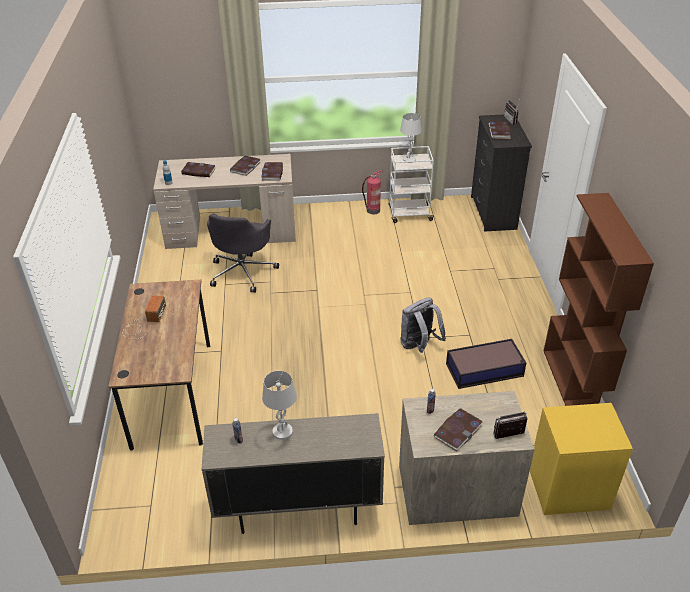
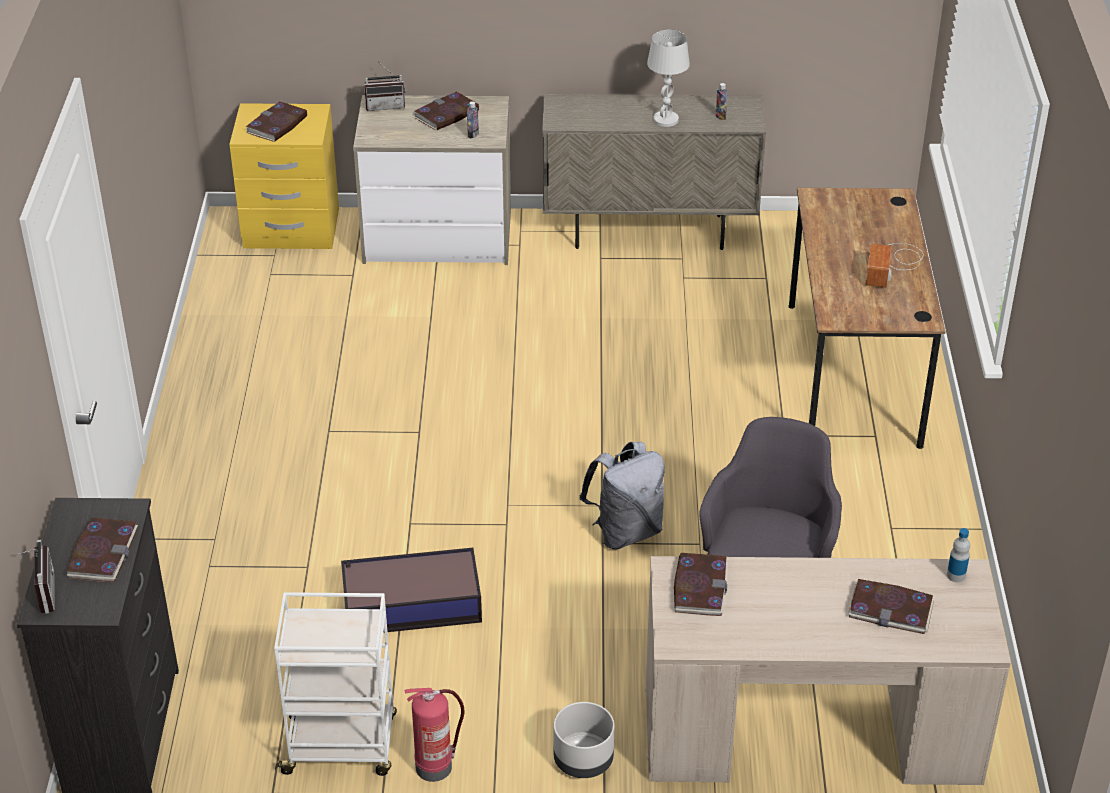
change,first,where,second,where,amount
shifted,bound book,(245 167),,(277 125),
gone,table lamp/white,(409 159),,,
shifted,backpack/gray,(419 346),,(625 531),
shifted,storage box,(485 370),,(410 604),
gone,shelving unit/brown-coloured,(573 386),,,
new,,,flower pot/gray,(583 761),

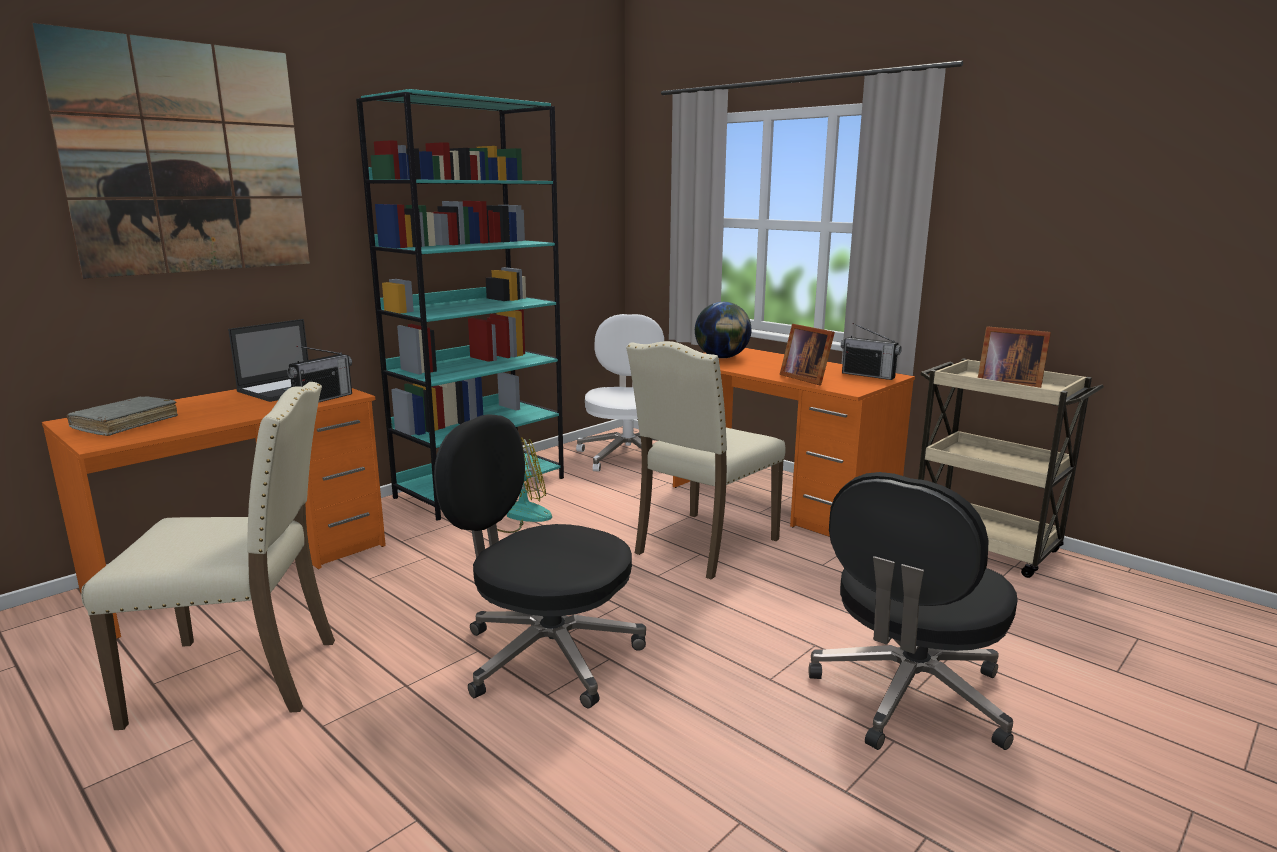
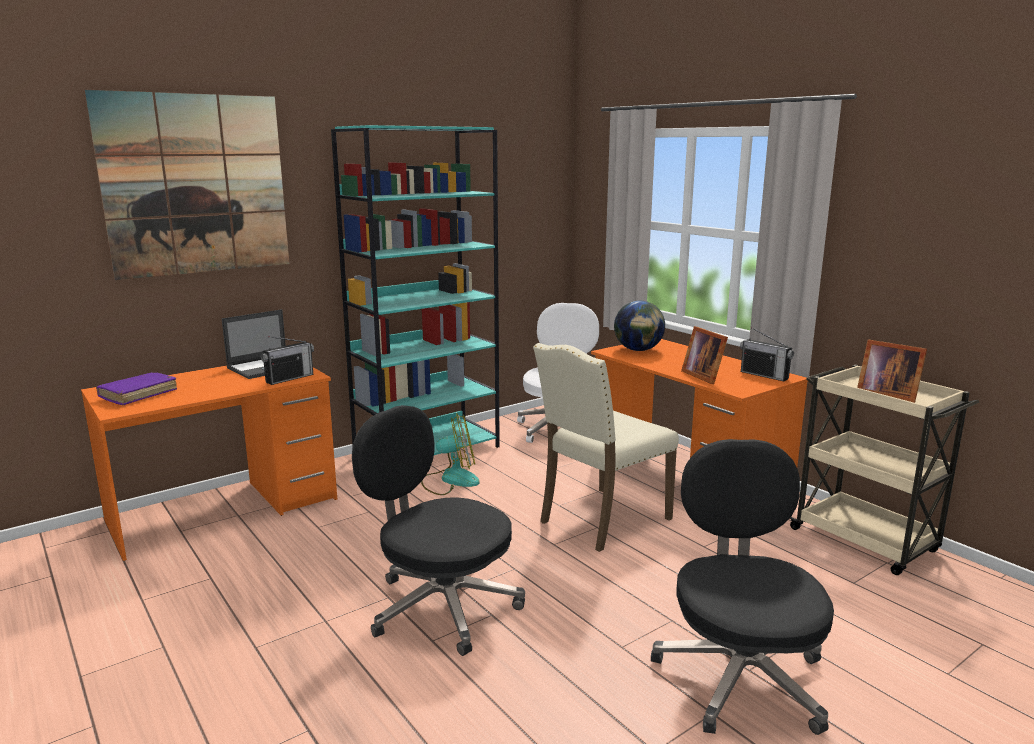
change,first,where,second,where,amount
repainted,bound book/gray,(126 424),bound book/purple-coloured,(138 395),
gone,plain chair/beige-coloured,(242 677),,,
rotated,desk chair/black-coloured,(909 696),,(740 675),135 degrees clockwise

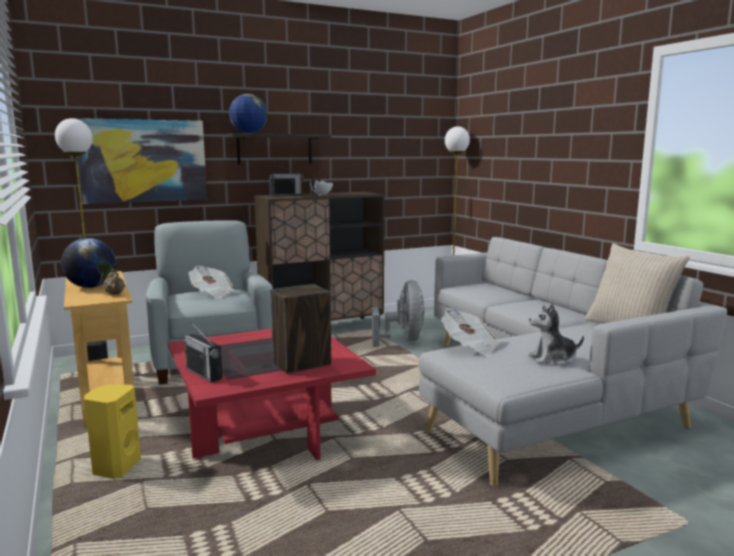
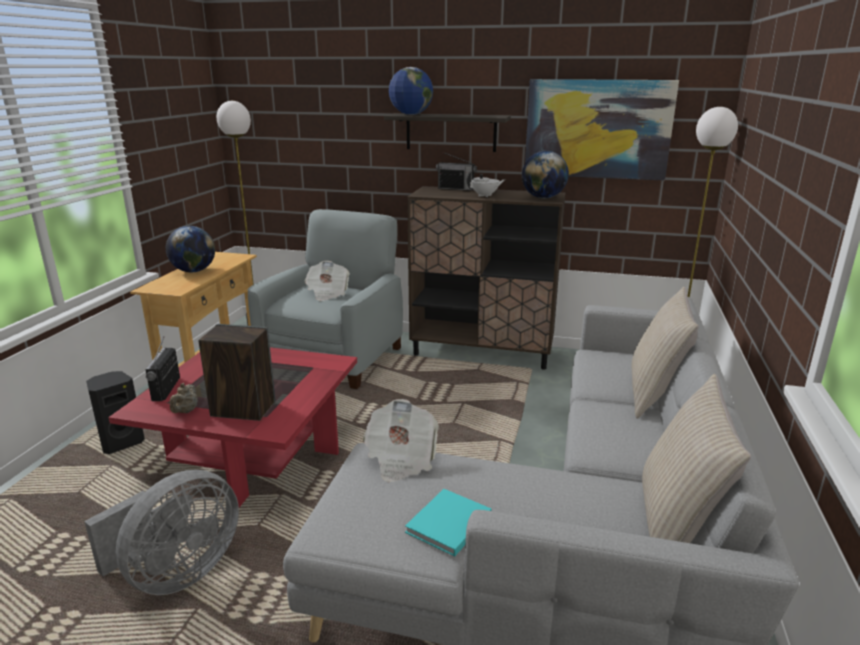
change,first,where,second,where,amount
shifted,wall art,(142 161),,(597 129),
repainted,loudspeaker/yellow,(115 467),loudspeaker/black-coloured,(121 442),
shifted,teapot/beige-coloured,(115 294),,(185 411),
shifted,fan/gray,(403 340),,(177 574),
swapped,cuddly toy,(553 359),bound book/turquoise-coloured,(447 525),
new,,,desk globe,(543 198),
new,,,throw pillow/beige-coloured,(654 394),

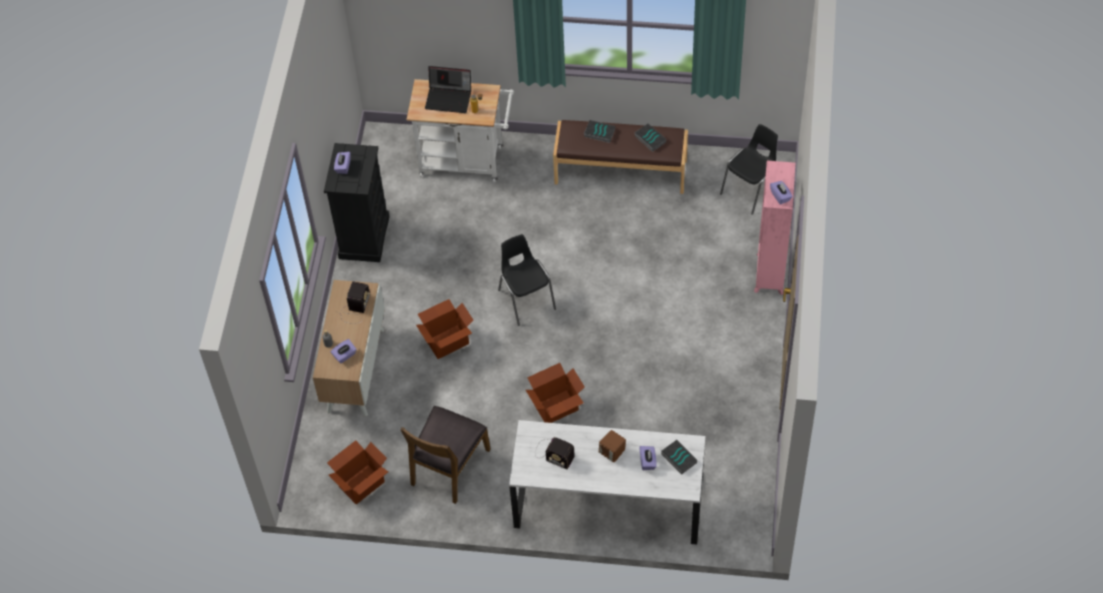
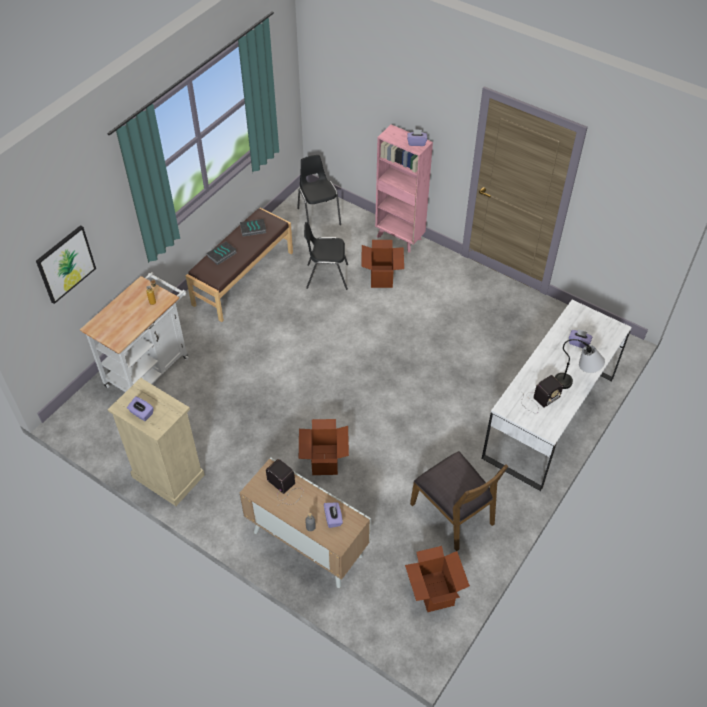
change,first,where,second,where,amount
repainted,chest of drawers/black-coloured,(364 237),chest of drawers/beige-coloured,(167 476),
gone,portable computer,(449 98),,,
shifted,plain chair/black-coloured,(526 299),,(326 276),
shifted,packing box,(556 408),,(382 276),
gone,loudspeaker/brown-coloured,(612 452),,,
gone,bound book,(678 458),,,
new,,,wall art,(65 264),
new,,,table lamp,(575 383),

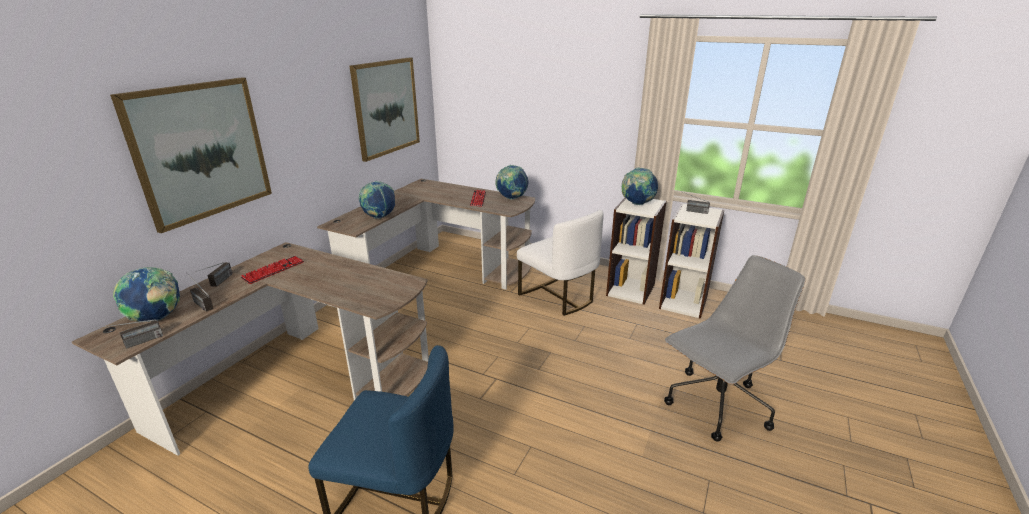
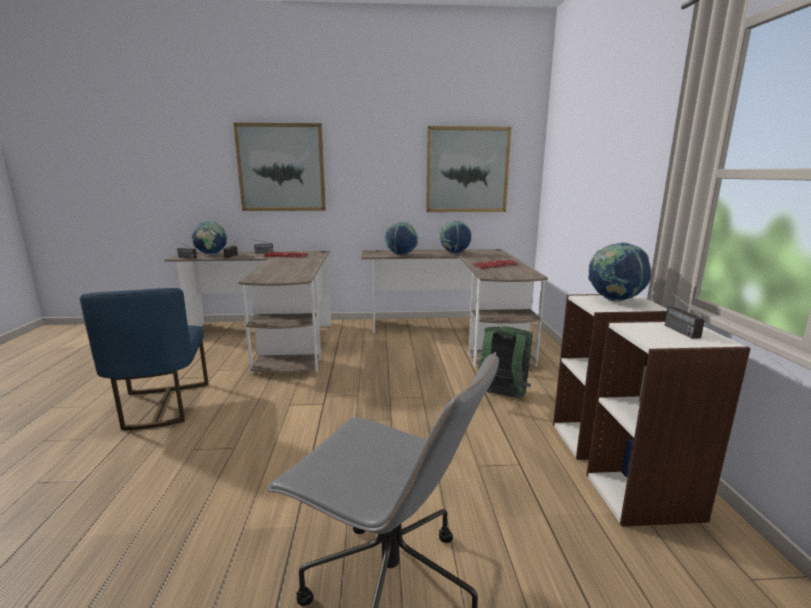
change,first,where,second,where,amount
shifted,desk globe,(511 198),,(454 253),
swapped,plain chair/white,(558 297),backpack/green,(502 396),

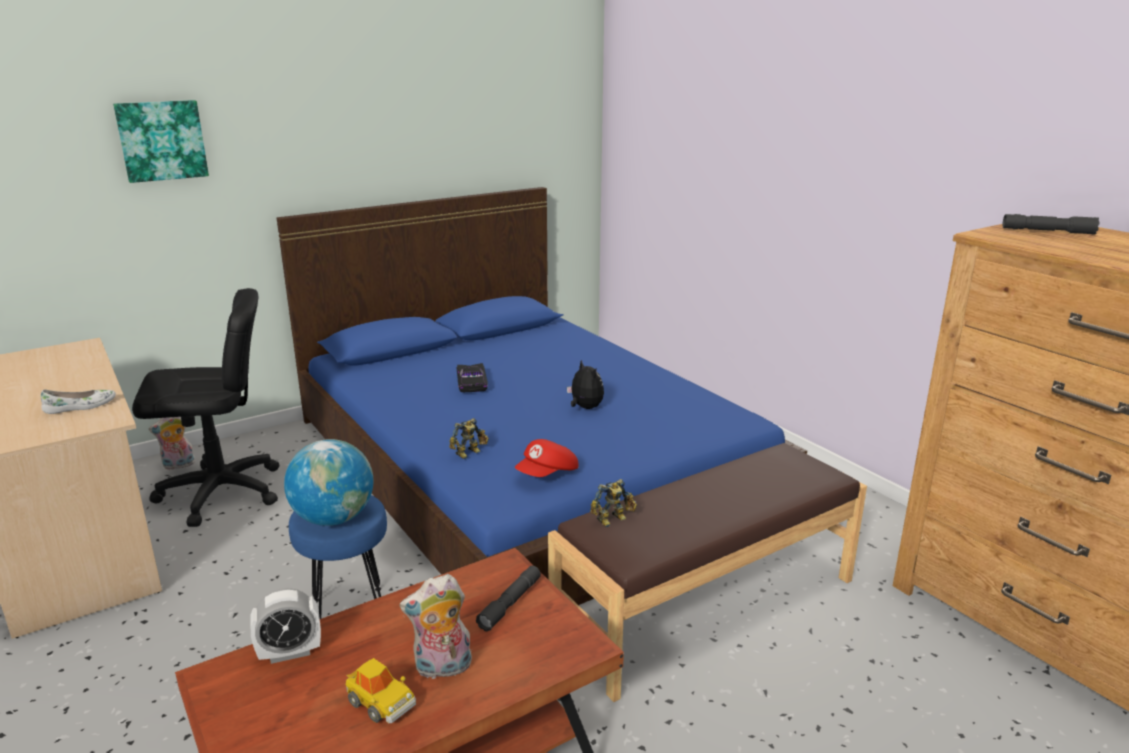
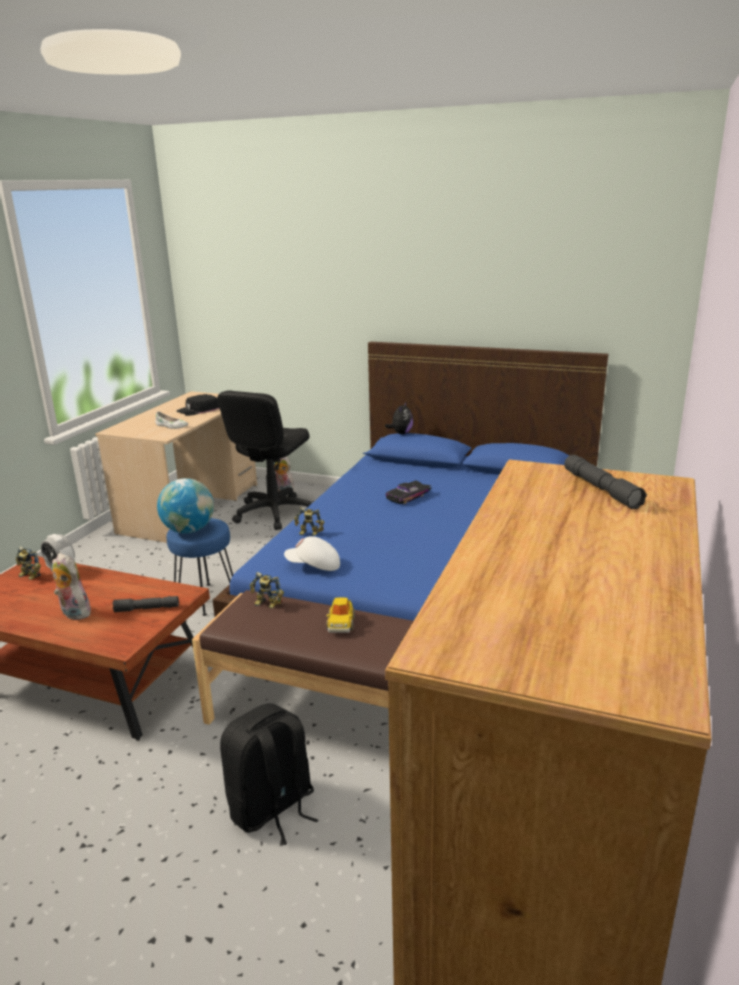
change,first,where,second,where,amount
gone,wall art,(162 140),,,
rotated,desk chair/black-coloured,(221 493),,(273 513),75 degrees clockwise
shifted,model car,(380 702),,(341 624),
repainted,cap/red-coloured,(547 474),cap/white,(313 566),
shifted,cuddly toy,(585 408),,(401 433),
new,,,robot figure,(29 576),
new,,,cap/black-coloured,(198 409),
new,,,backpack/black-coloured,(272 809),

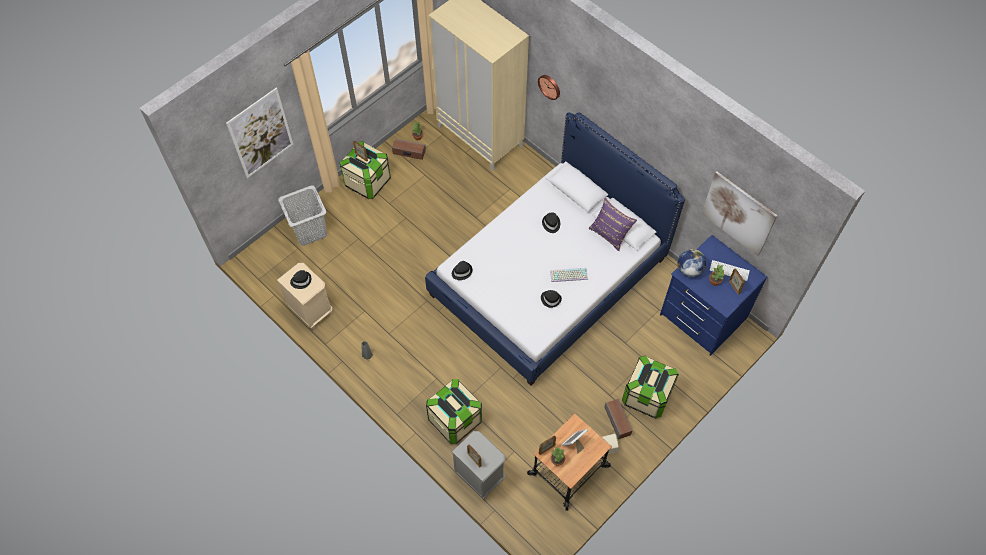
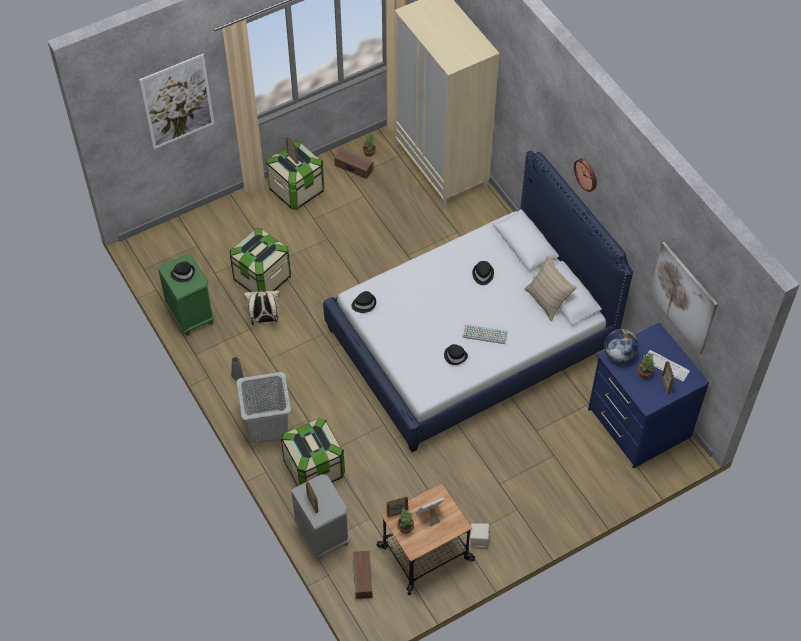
change,first,where,second,where,amount
repainted,night table/beige-coloured,(311 310),night table/green,(191 315),
shifted,washing basket/gray,(310 231),,(268 426),
shifted,wall clock,(550 86),,(586 174),
repainted,throw pillow/purple-coloured,(610 233),throw pillow/beige-coloured,(548 299),
shifted,loudspeaker,(617 421),,(363 578),
shifted,storage box,(646 395),,(262 278),
new,,,backpack/beige-coloured,(265 319),

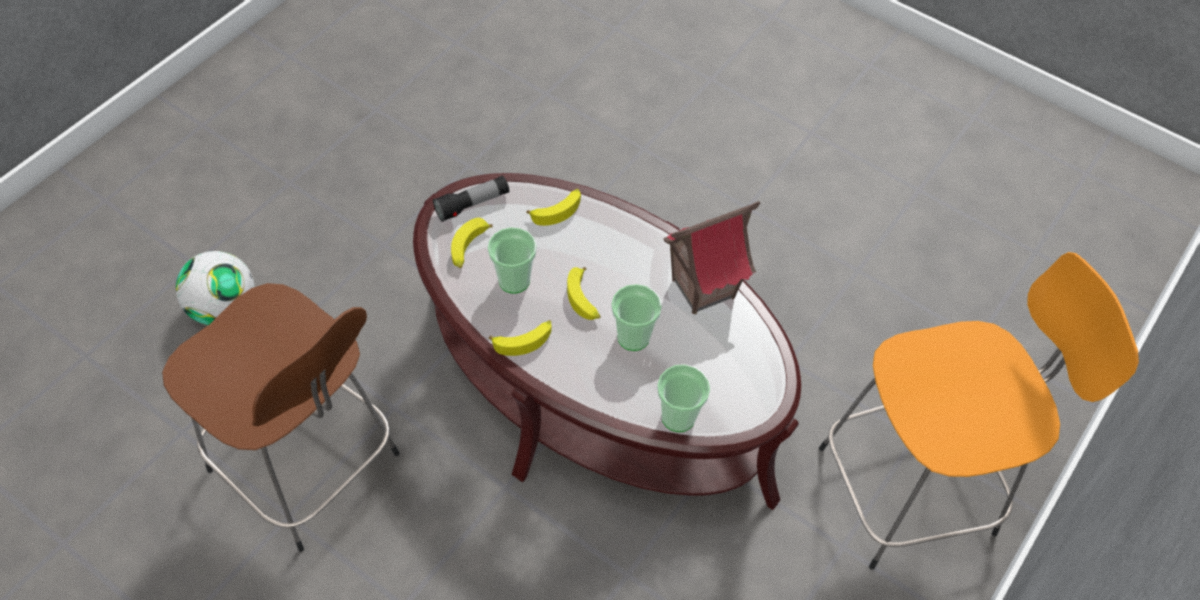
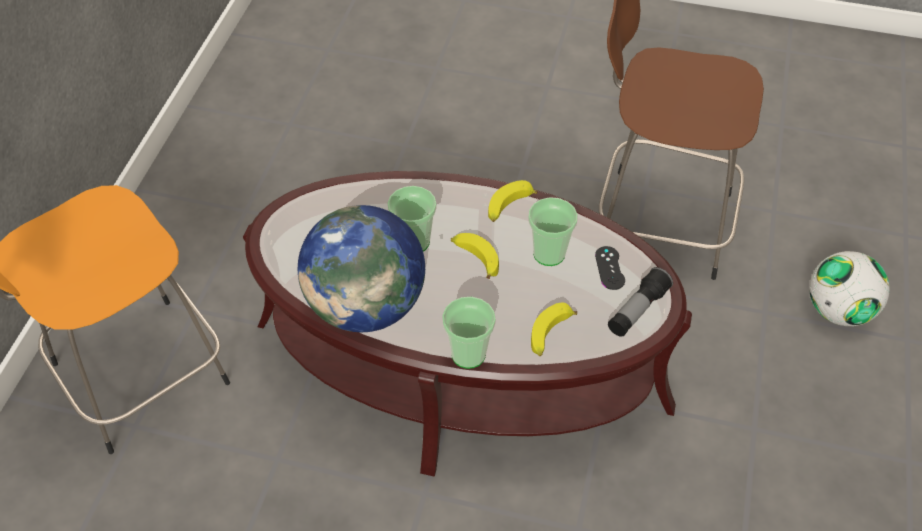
change,first,where,second,where,amount
swapped,banana fruit,(469 248),gamepad/black-coloured,(609 268),
shifted,cup,(678 417),,(468 354),
swapped,toy house,(702 288),desk globe,(366 306),

